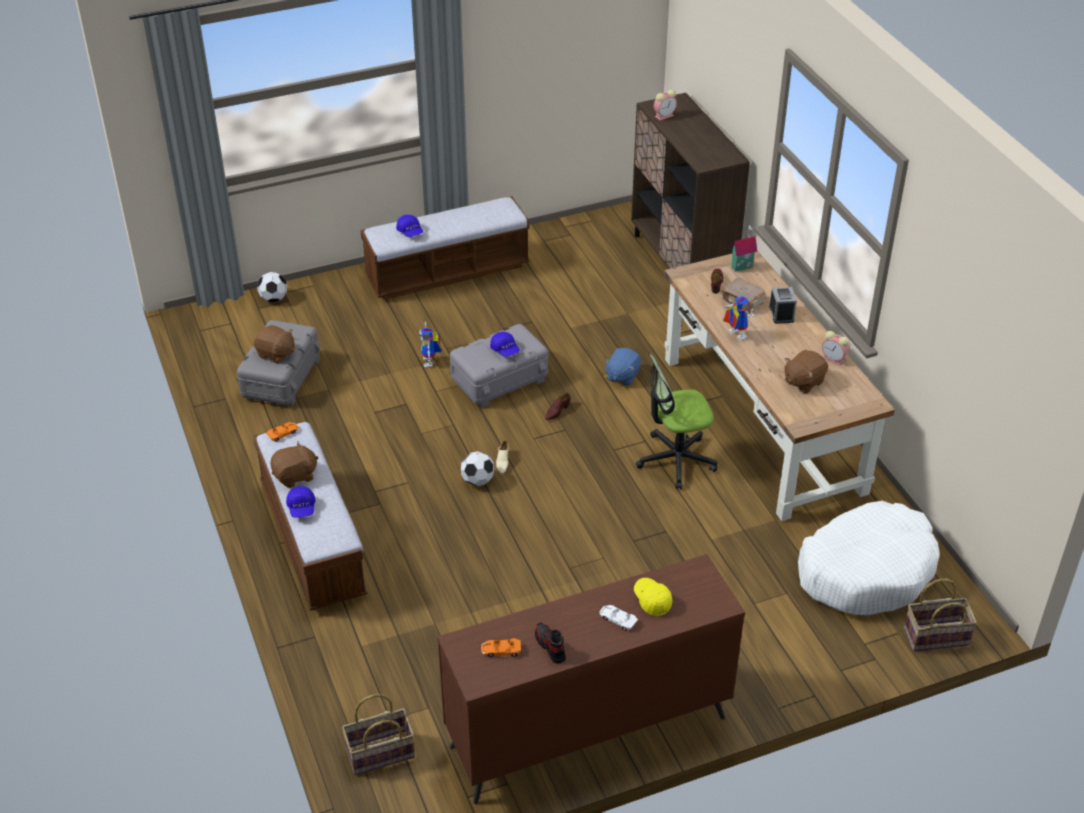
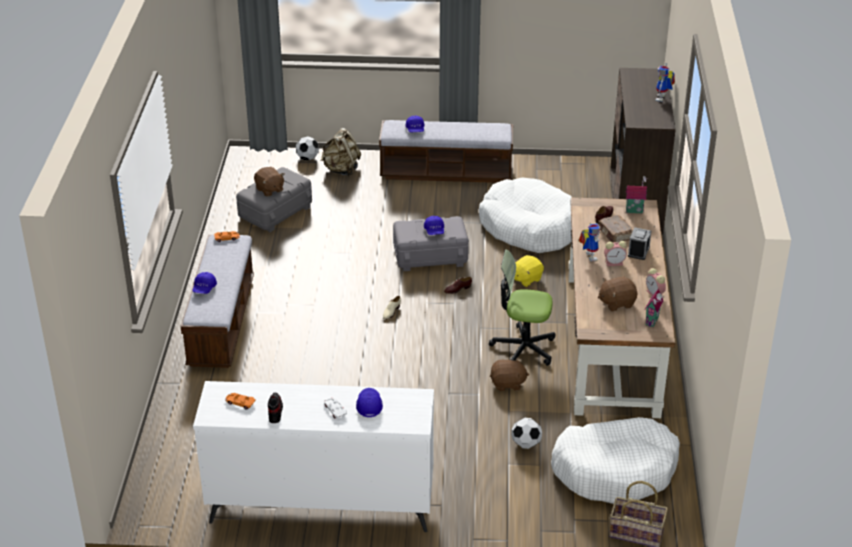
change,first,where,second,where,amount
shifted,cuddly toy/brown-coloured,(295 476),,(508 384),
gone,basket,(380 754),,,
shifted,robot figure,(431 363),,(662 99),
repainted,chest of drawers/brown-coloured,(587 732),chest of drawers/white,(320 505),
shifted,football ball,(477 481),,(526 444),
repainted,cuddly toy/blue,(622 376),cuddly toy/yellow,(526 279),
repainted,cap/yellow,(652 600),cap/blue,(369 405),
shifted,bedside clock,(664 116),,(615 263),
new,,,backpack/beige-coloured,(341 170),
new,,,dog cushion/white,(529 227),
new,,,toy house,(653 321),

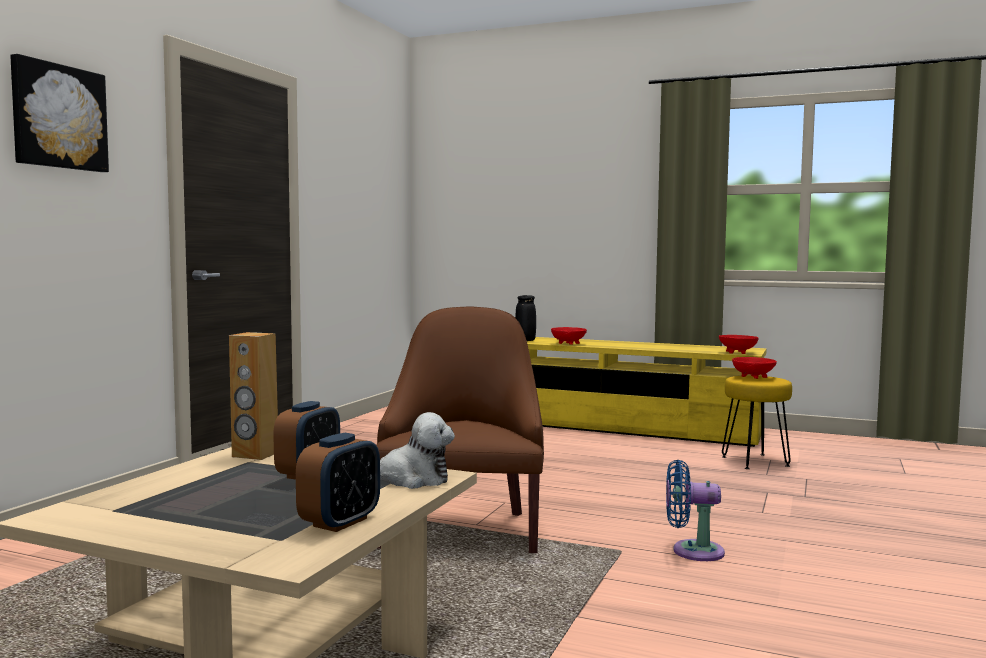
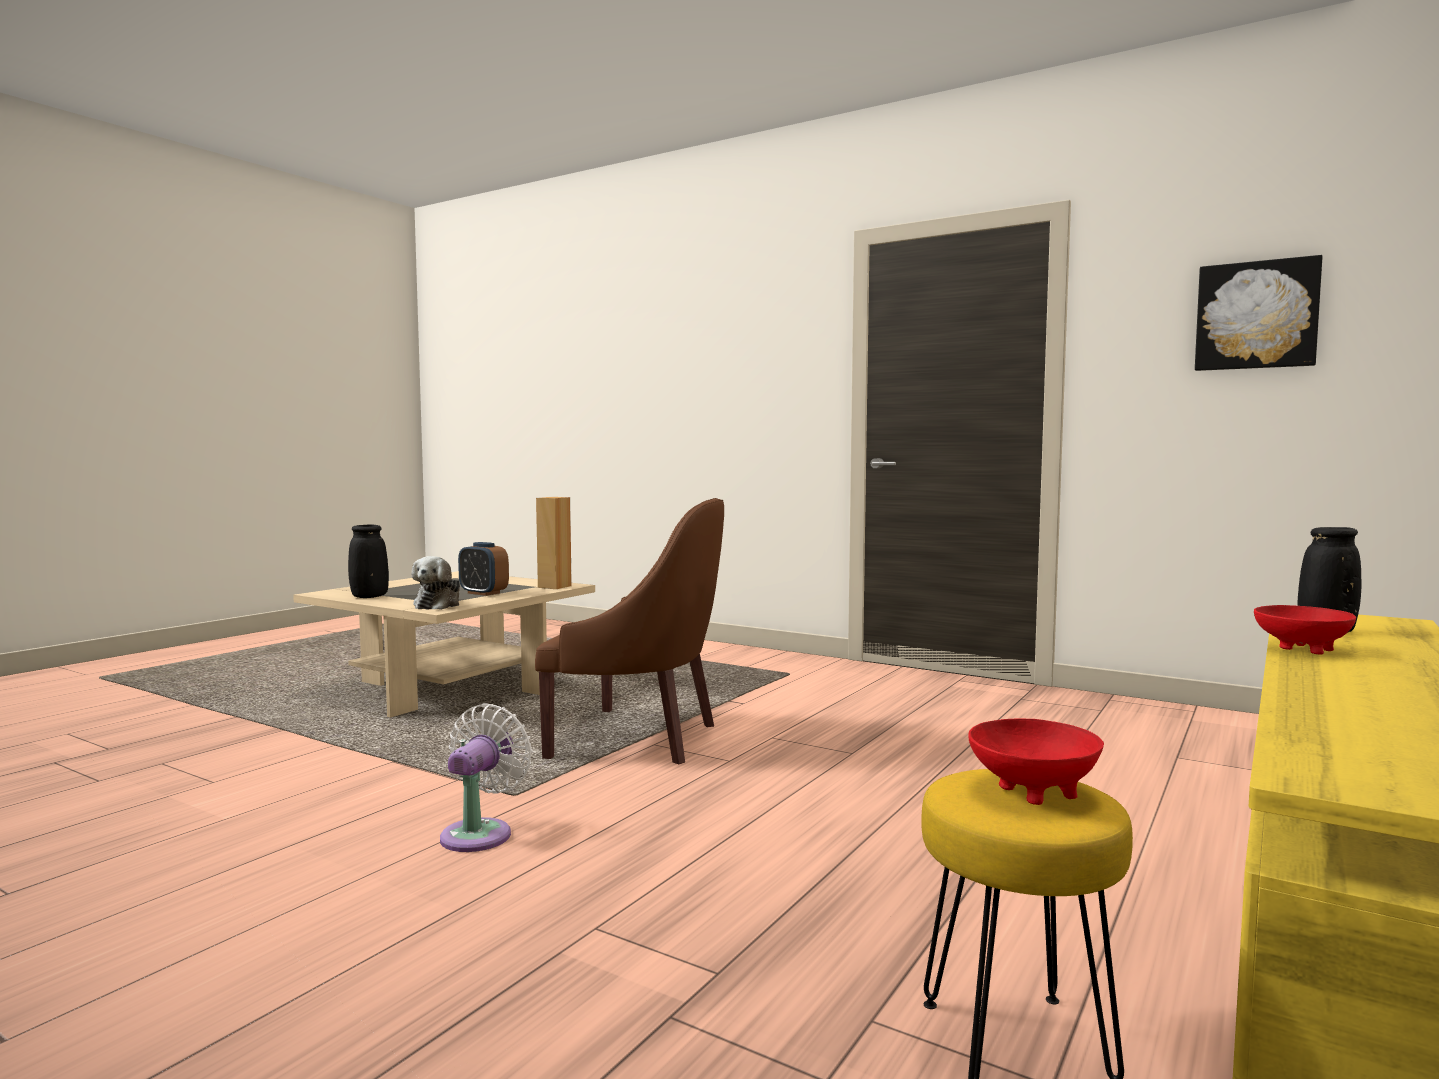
change,first,where,second,where,amount
shifted,wall art,(58 117),,(1256 315),
swapped,bedside clock,(340 522),decorative vase/black-coloured,(369 597),
repainted,fan/blue,(692 551),fan/white,(480 833),
gone,deep dish/red-coloured,(738 353),,,

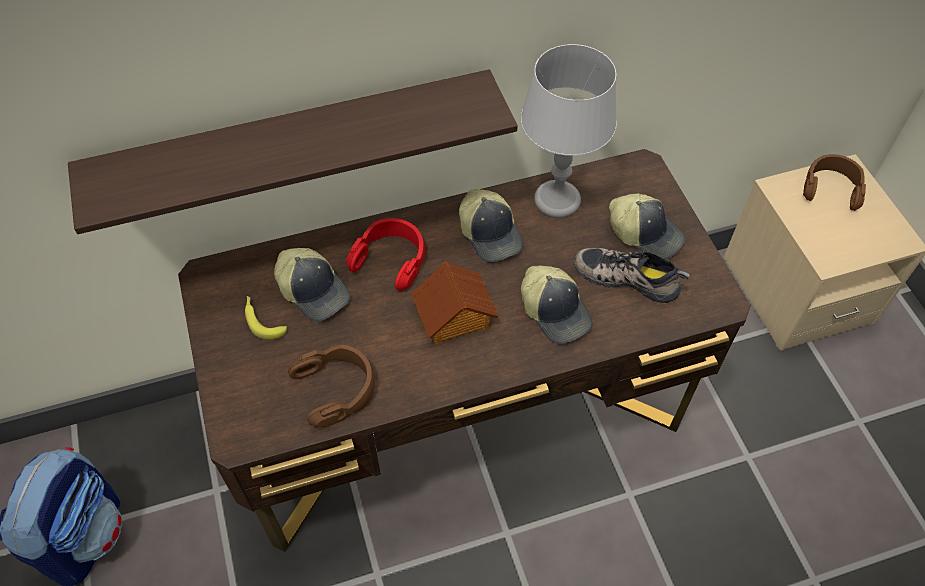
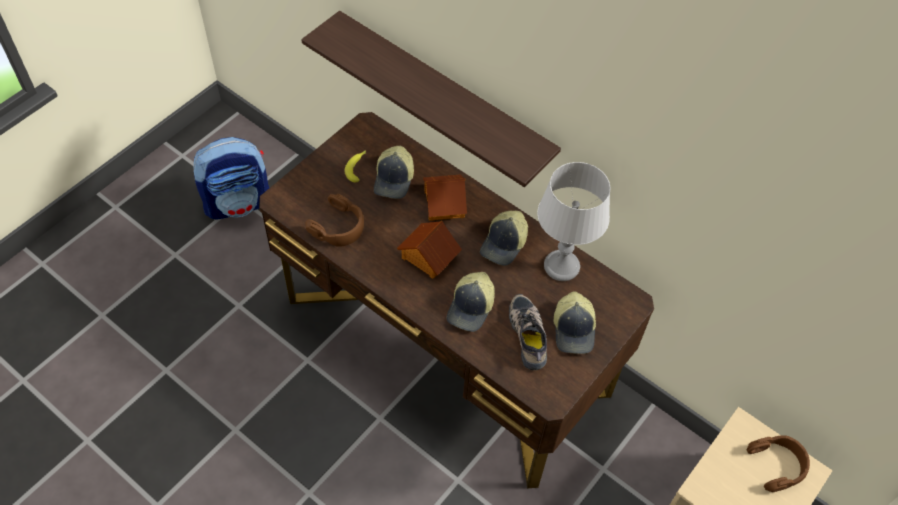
change,first,where,second,where,amount
swapped,pair of headphones/red-coloured,(391 259),toy house,(445 203),

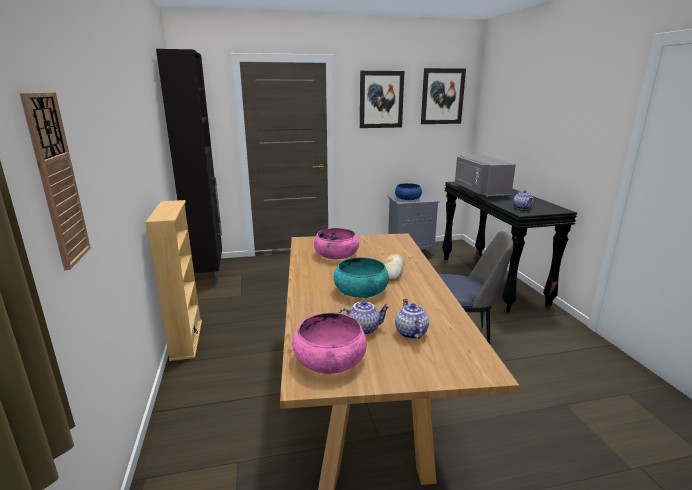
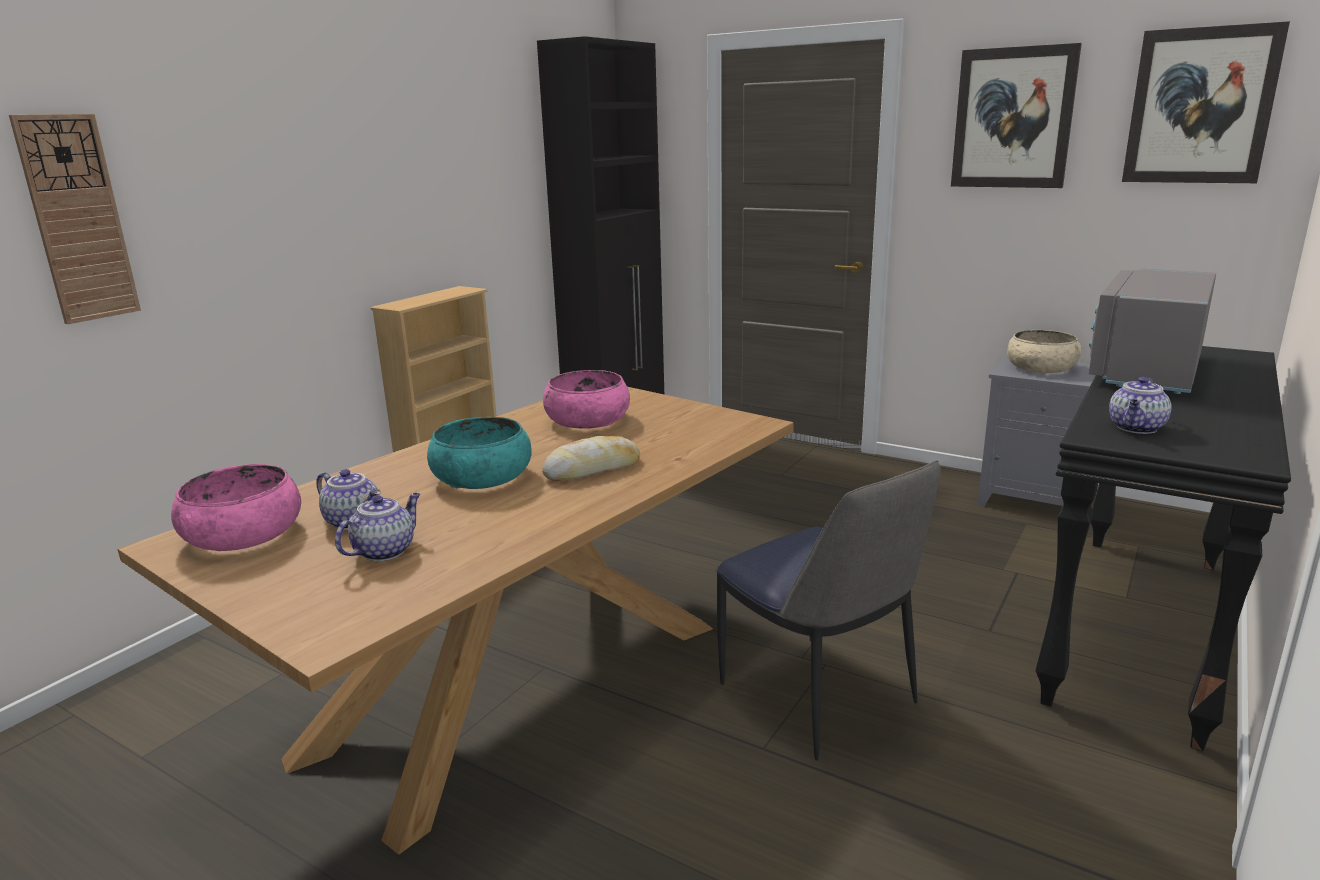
change,first,where,second,where,amount
repainted,deep dish/blue,(408 198),deep dish/beige-coloured,(1041 368),

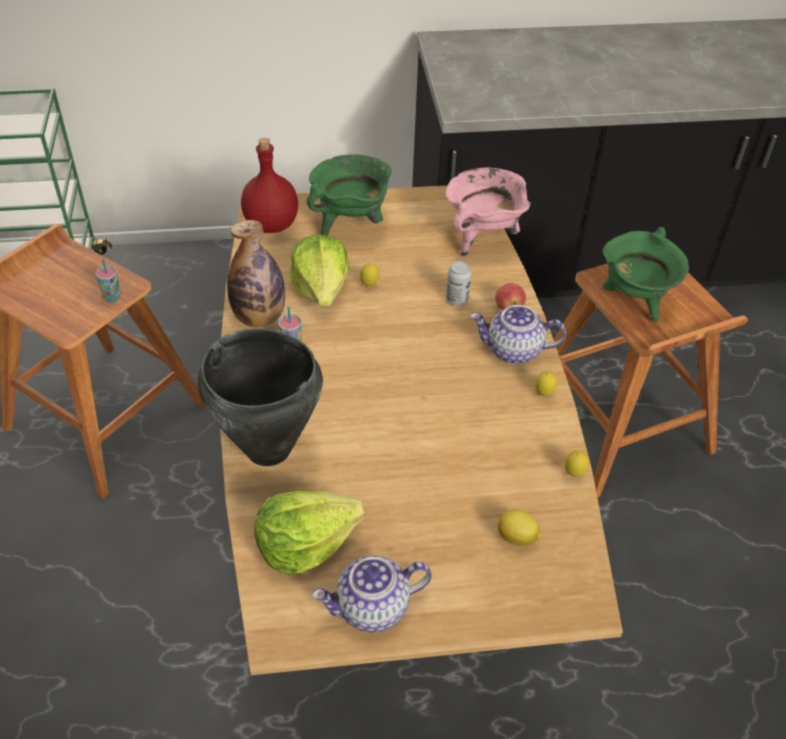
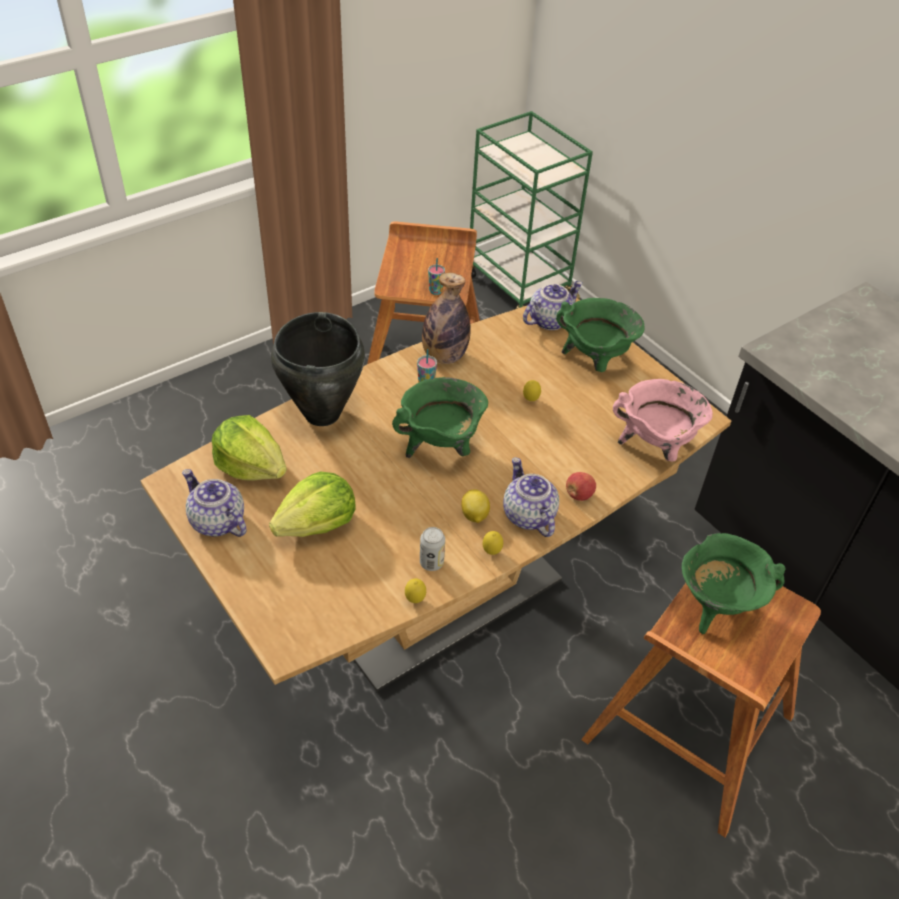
change,first,where,second,where,amount
swapped,drink bottle/red-coloured,(271 225),teapot,(549 320),
shifted,lettuce head,(321 288),,(317 524),
shifted,can,(457 299),,(431 562),
shifted,citrus fruit,(517 538),,(474 515),
new,,,saucepot/green,(441 447),

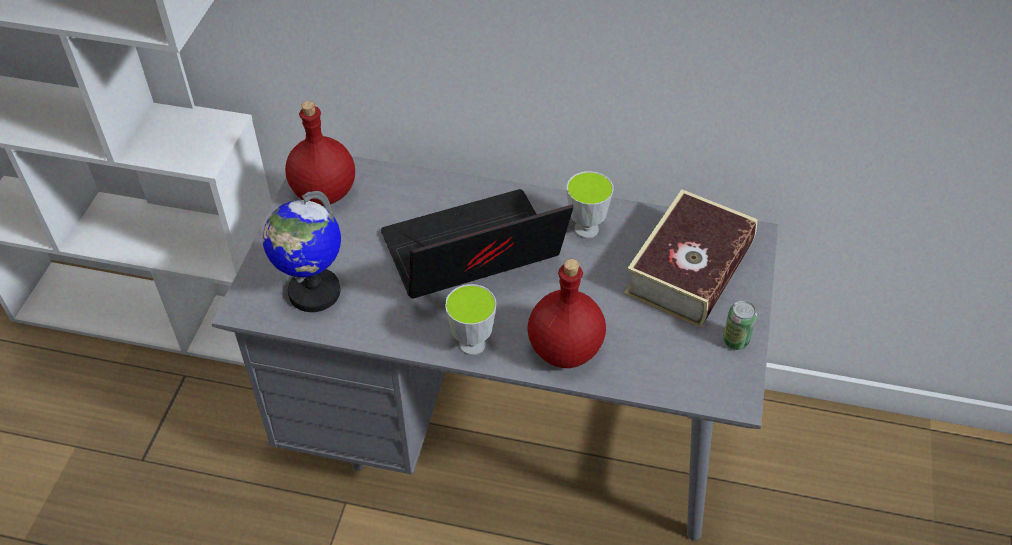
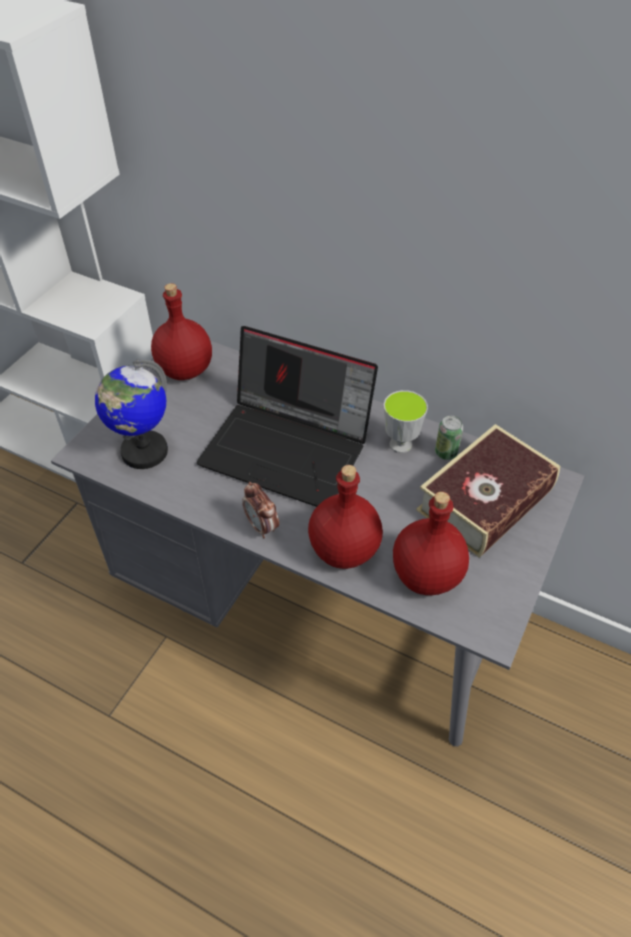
change,first,where,second,where,amount
rotated,portable computer,(471 256),,(289 448),150 degrees counterclockwise
swapped,cup,(472 344),bedside clock,(262 526),
shifted,can,(735 341),,(446 452),
new,,,drink bottle/red-coloured,(425 575),

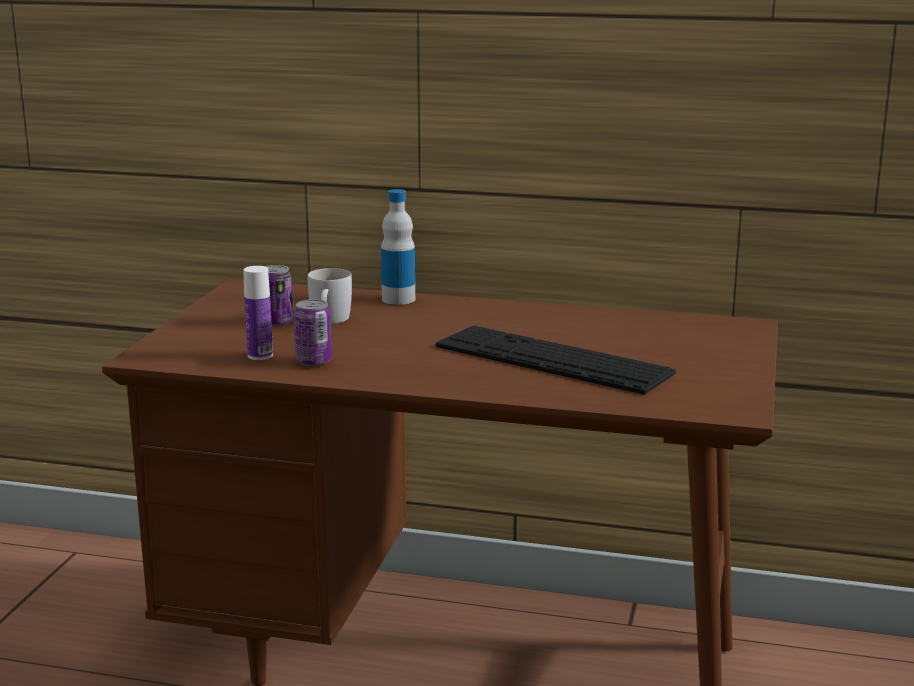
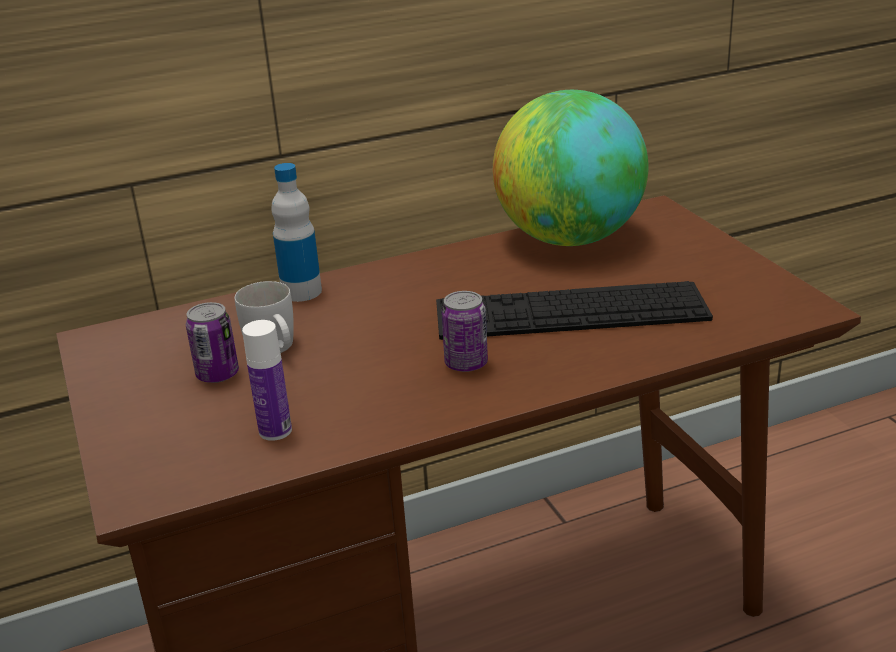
change,first,where,second,where,amount
shifted,can,(314 362),,(466 364),
new,,,desk globe,(569 239),

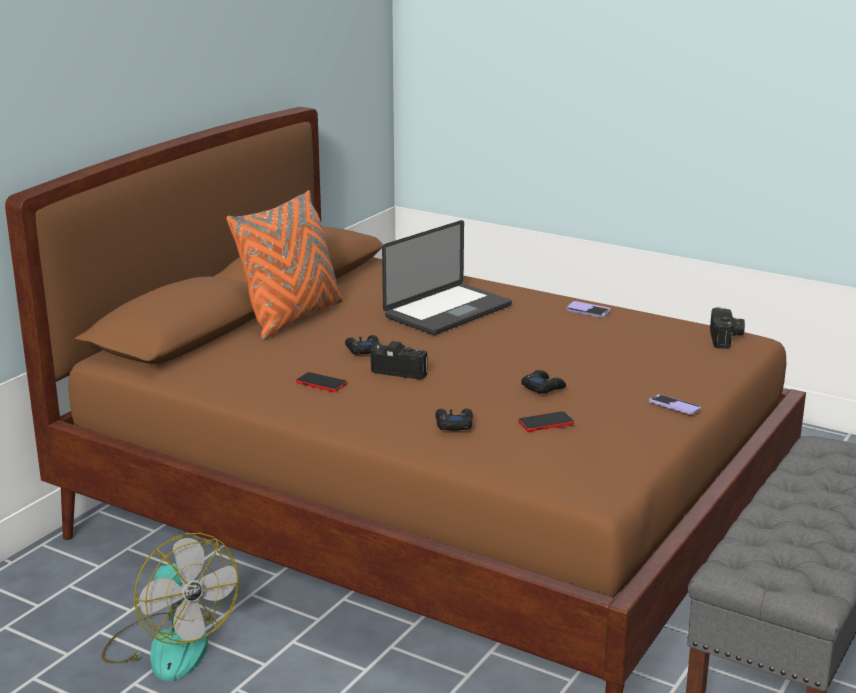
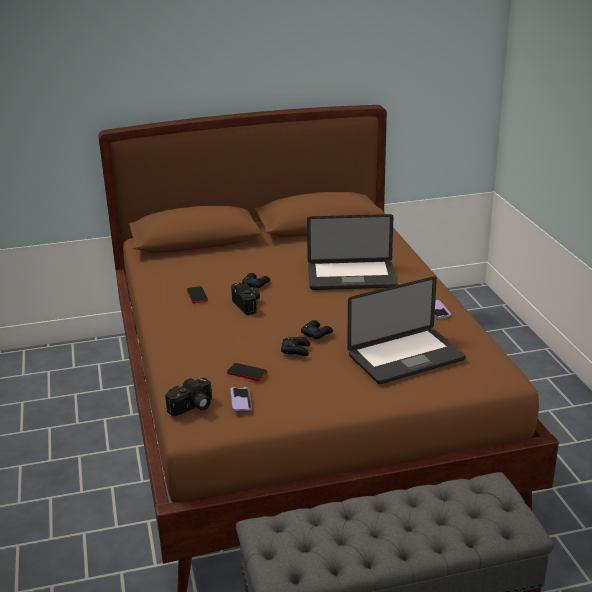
change,first,where,second,where,amount
gone,fan,(169 645),,,
gone,throw pillow/orange,(291 318),,,
shifted,gamepad/black-coloured,(453 424),,(316 333),
shifted,phone,(674 406),,(240 400),
shifted,photo camera,(726 338),,(192 407),
new,,,portable computer,(406 358),

